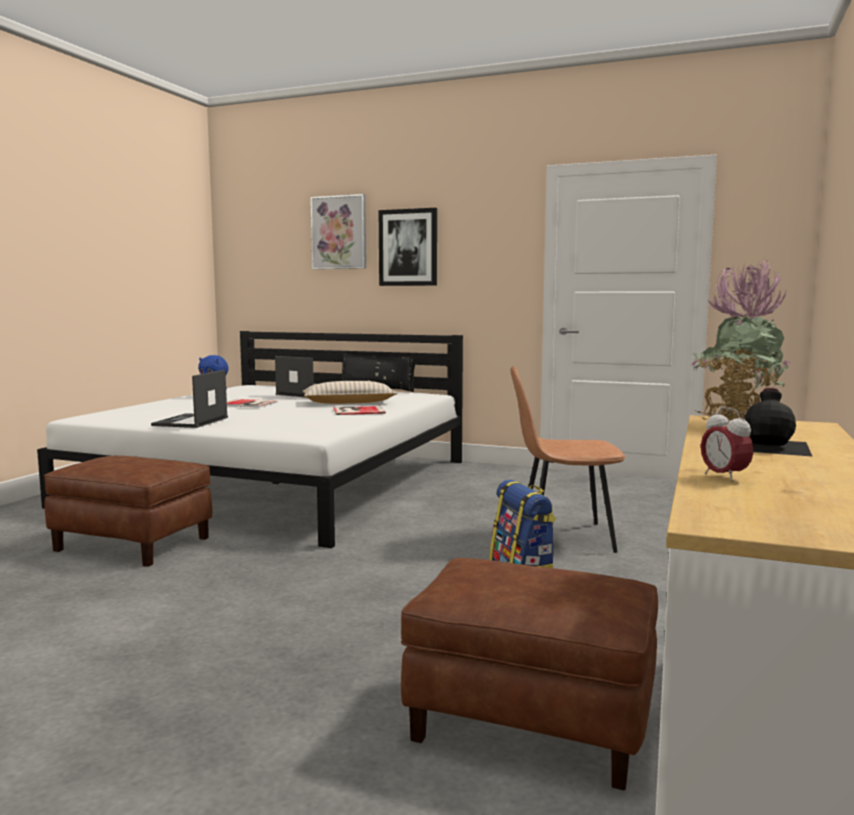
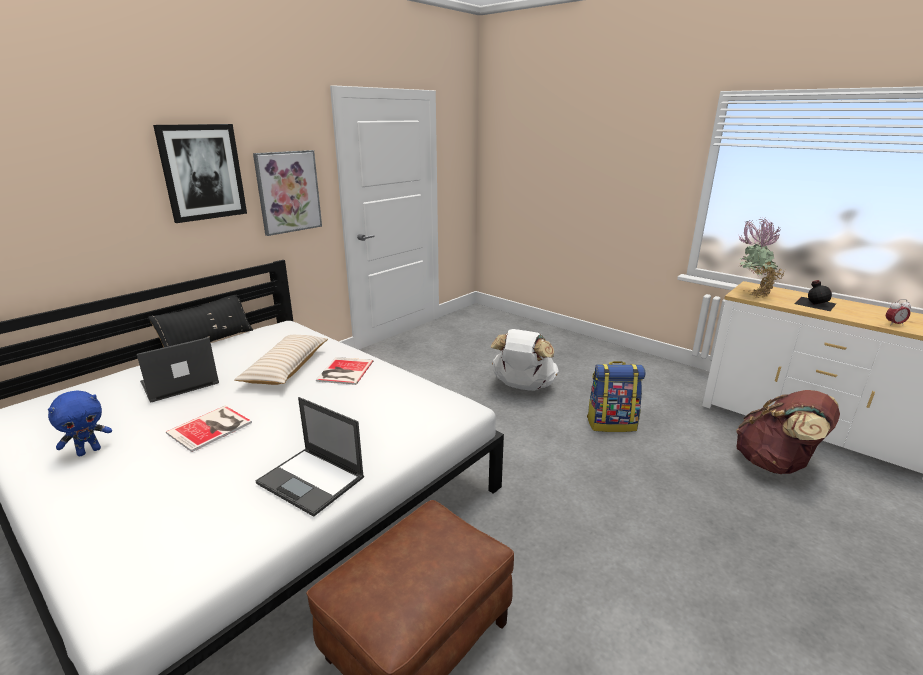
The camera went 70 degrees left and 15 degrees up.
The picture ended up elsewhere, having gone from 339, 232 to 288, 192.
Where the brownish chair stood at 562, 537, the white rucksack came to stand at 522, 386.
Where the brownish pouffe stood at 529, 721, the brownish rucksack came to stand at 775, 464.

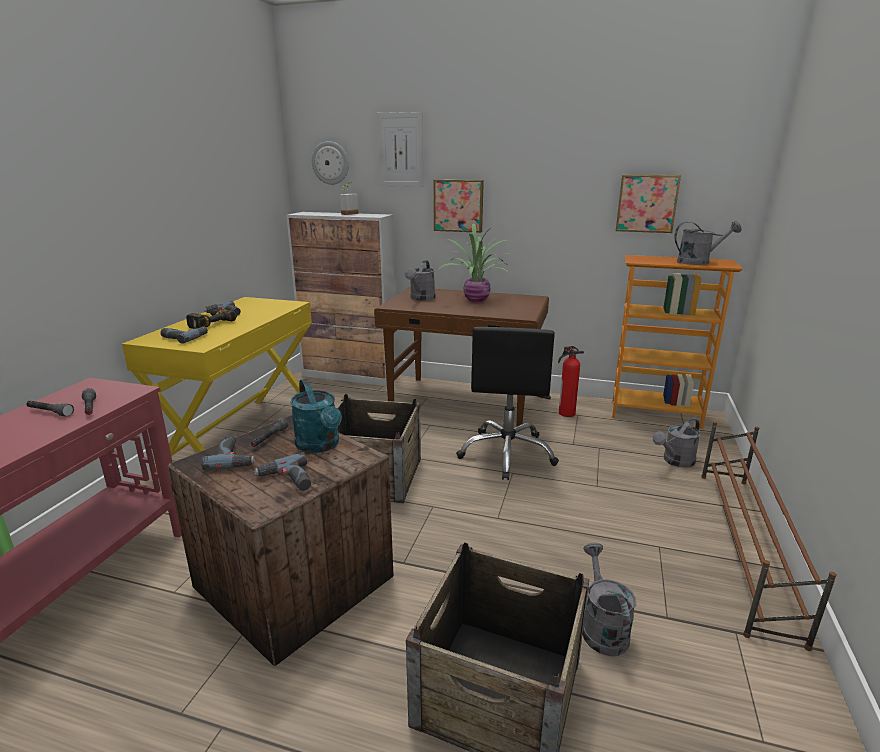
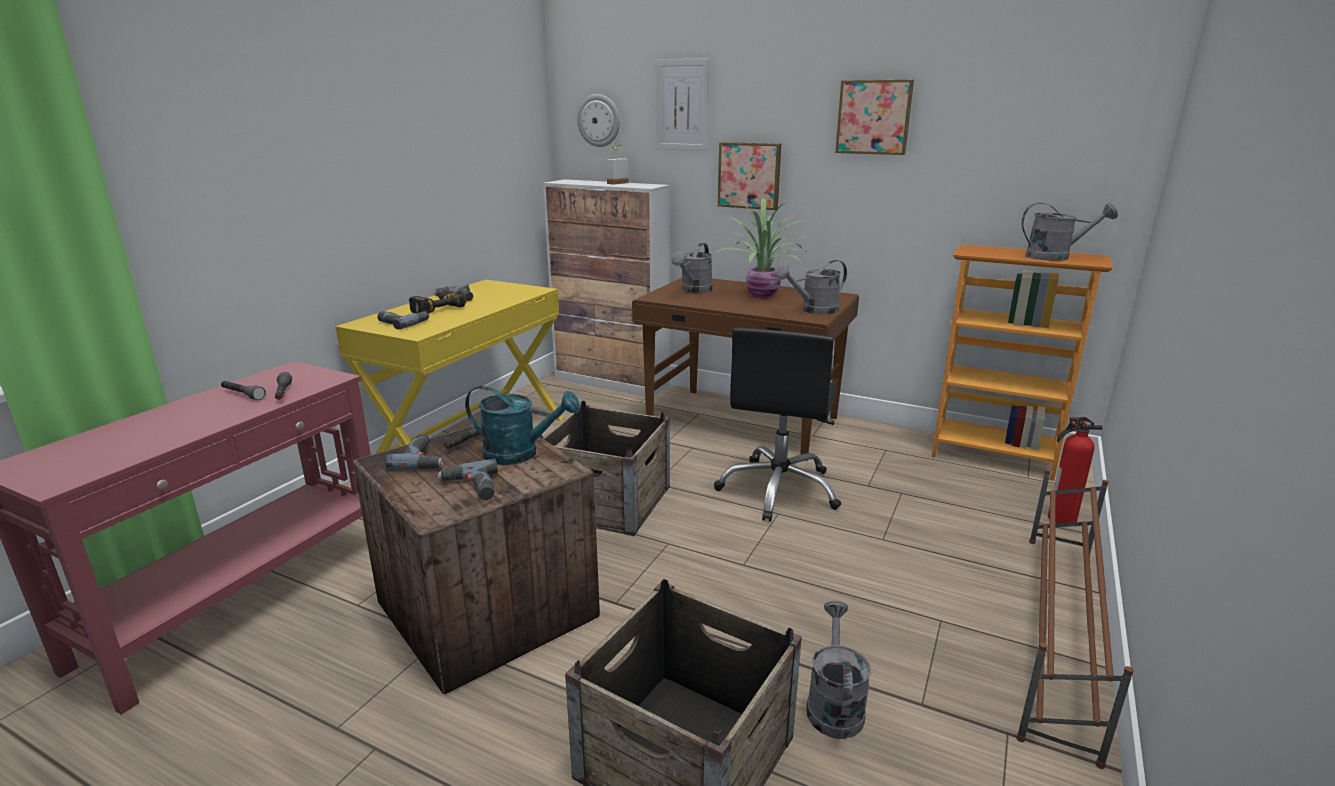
The camera went 10 degrees right and 0 degrees up.
The picture ended up elsewhere, having gone from 646, 203 to 874, 117.
The fire-fighting cylinder ended up elsewhere, having gone from 565, 413 to 1059, 519.
The turquoise sprinkling can at 320, 445 ended up facing another way, 60 degrees counterclockwise from before.
The grey sprinkling can ended up elsewhere, having gone from 675, 461 to 814, 310.

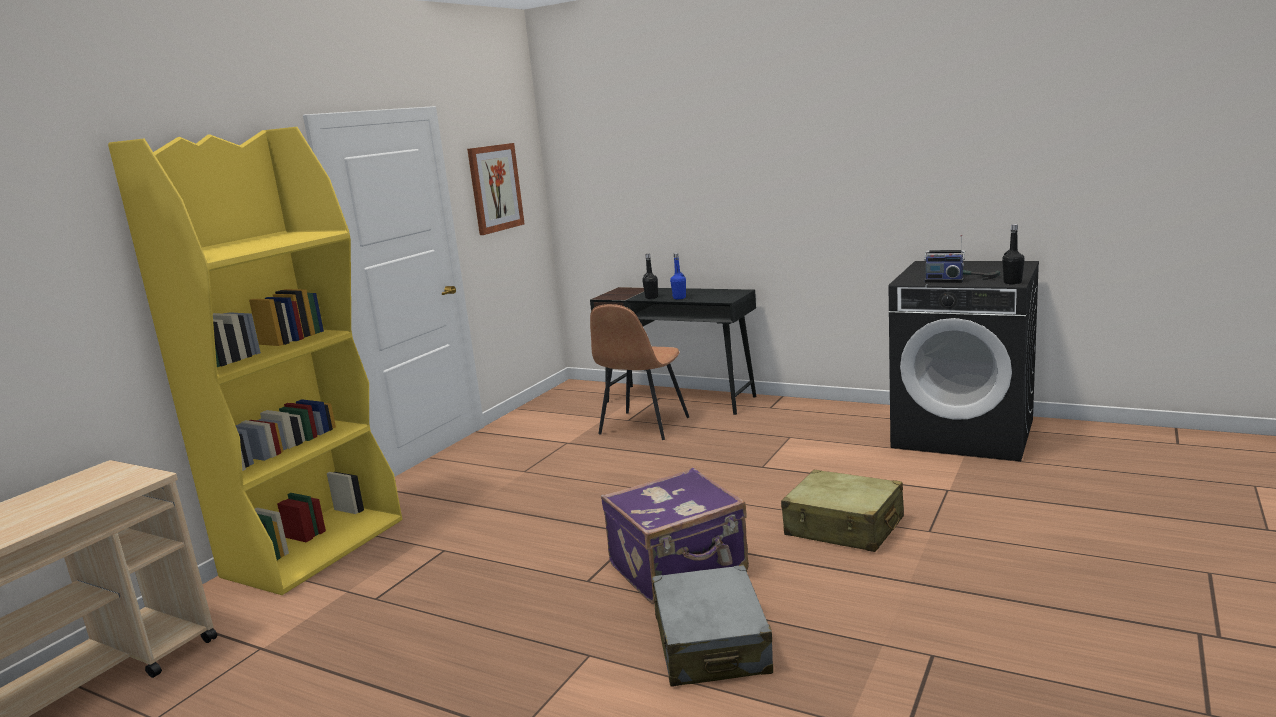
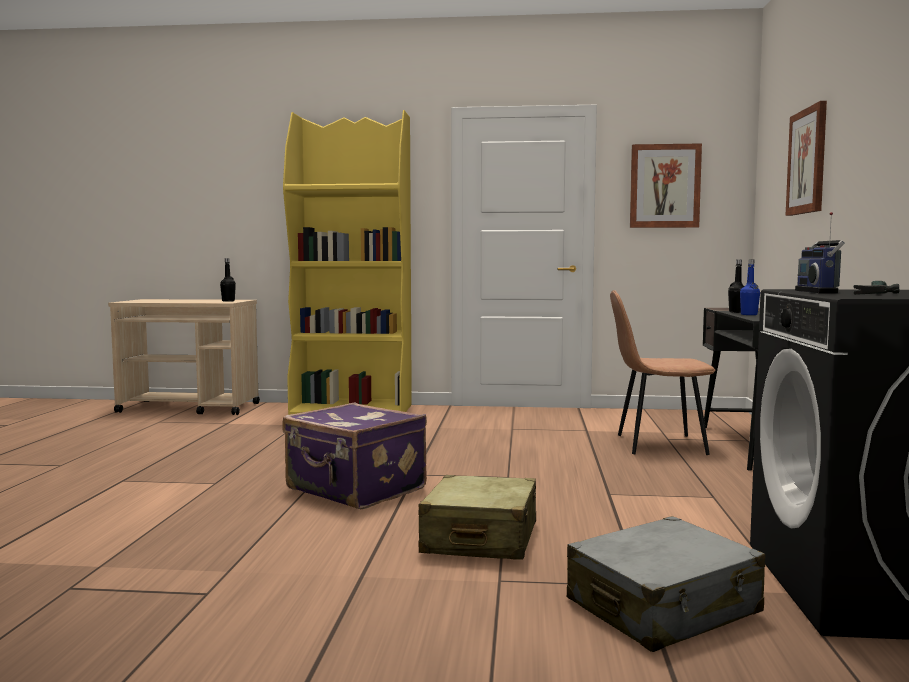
The camera went 65 degrees right and 10 degrees down.
The black-coloured beverage bottle ended up elsewhere, having gone from 1012, 282 to 228, 301.
The grey piece of luggage ended up elsewhere, having gone from 711, 644 to 663, 607.
The second view gained the picture at 807, 161.

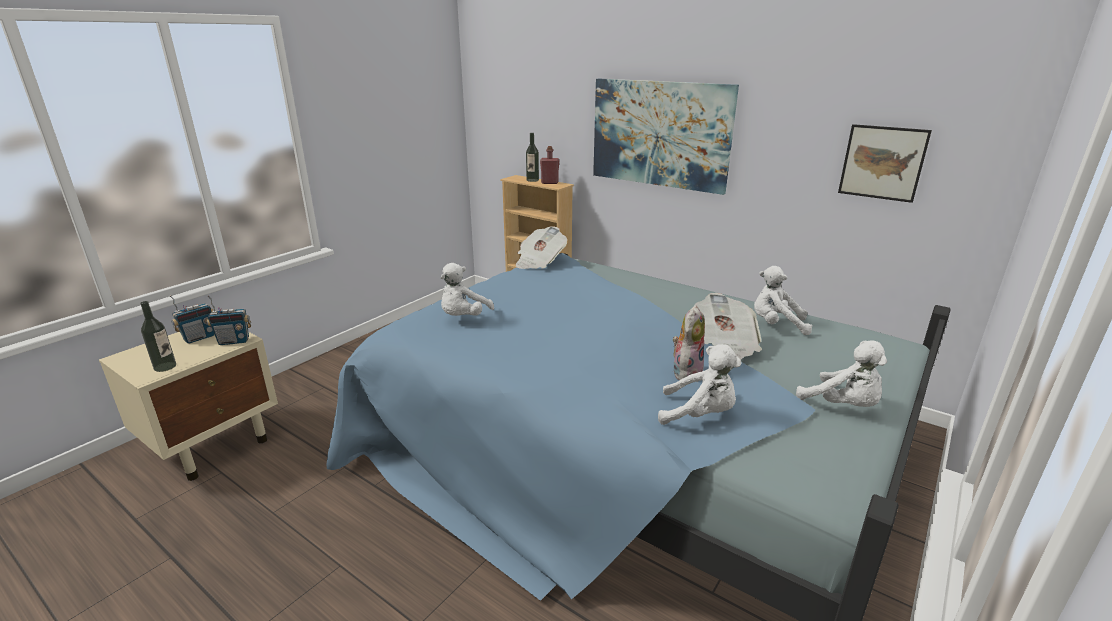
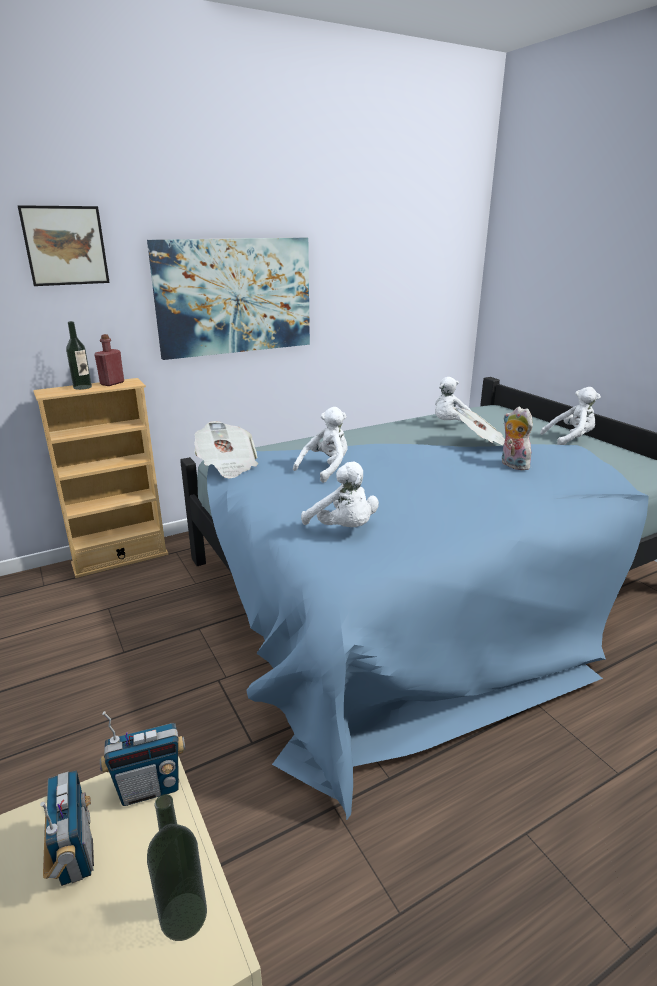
The camera went 65 degrees left and 0 degrees up.
The picture ended up elsewhere, having gone from 882, 162 to 65, 246.
The radio receiver at 234, 341 ended up facing another way, 60 degrees clockwise from before.
The white soft toy ended up elsewhere, having gone from 699, 414 to 326, 469.

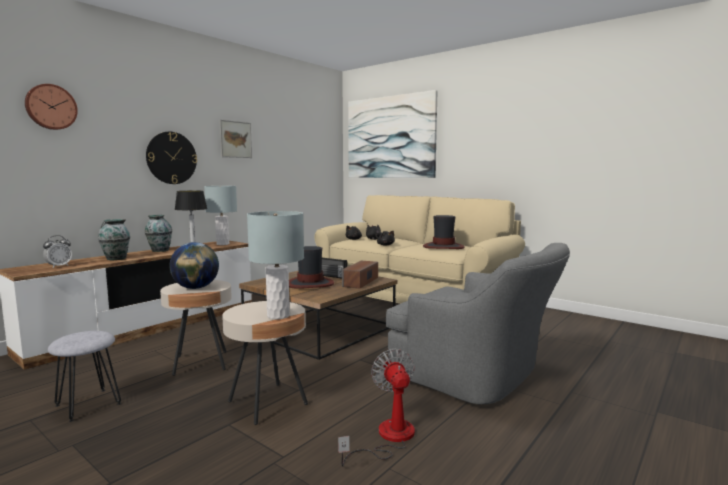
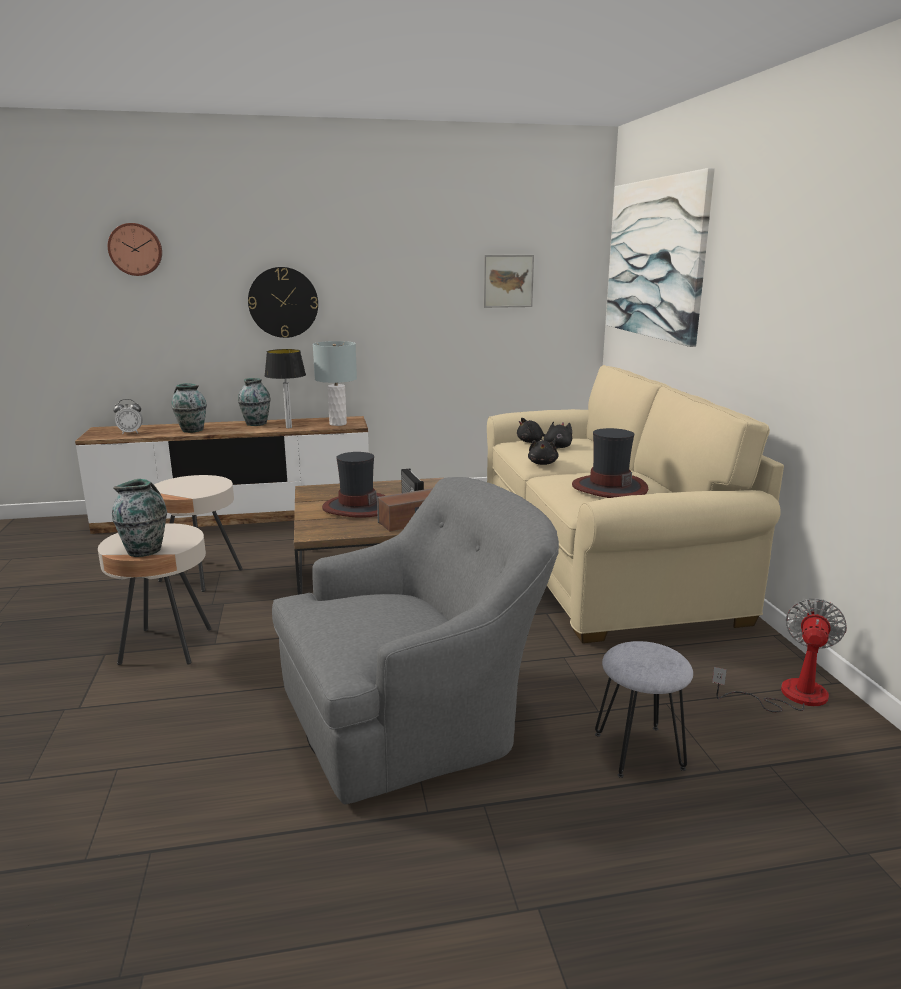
The camera went 40 degrees right and 10 degrees up.
The picture ended up elsewhere, having gone from 235, 139 to 508, 281.
Where the grey table lamp stood at 278, 316, the flower vase came to stand at 145, 551.
The second view lost the globe at 195, 288.
The grey easy chair at 476, 375 ended up facing another way, 105 degrees counterclockwise from before.
The grey stool ended up elsewhere, having gone from 88, 404 to 638, 750.
The electric fan ended up elsewhere, having gone from 388, 438 to 788, 695.

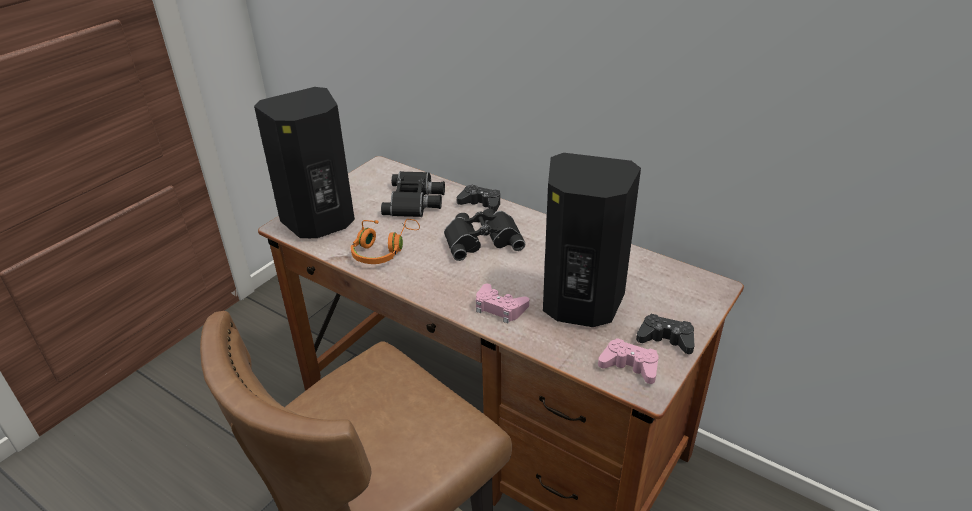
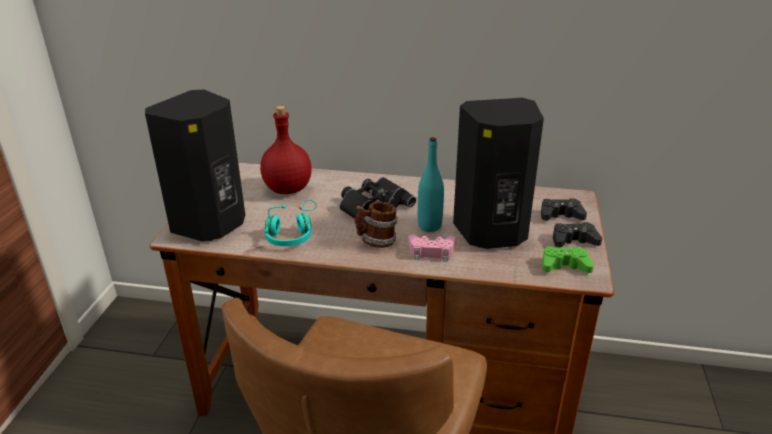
The camera went 25 degrees left and 5 degrees down.
Where the black-coloured field glasses stood at 415, 200, the red-coloured beverage bottle came to stand at 289, 189.
The black-coloured gamepad ended up elsewhere, having gone from 480, 203 to 560, 215.
What was the orangey pair of headphones at 383, 250 turned into the turquoise pair of headphones at 292, 233.
What was the pink gamepad at 629, 366 turned into the green-coloured gamepad at 564, 266.
The second view gained the turquoise beverage bottle at 429, 226.
The second view gained the coffee mug at 376, 242.

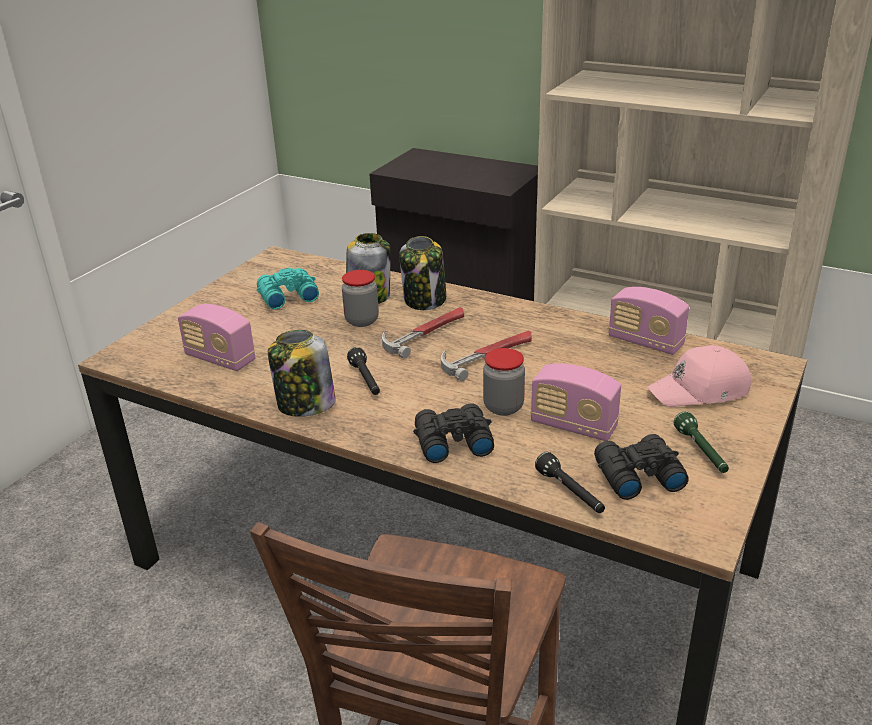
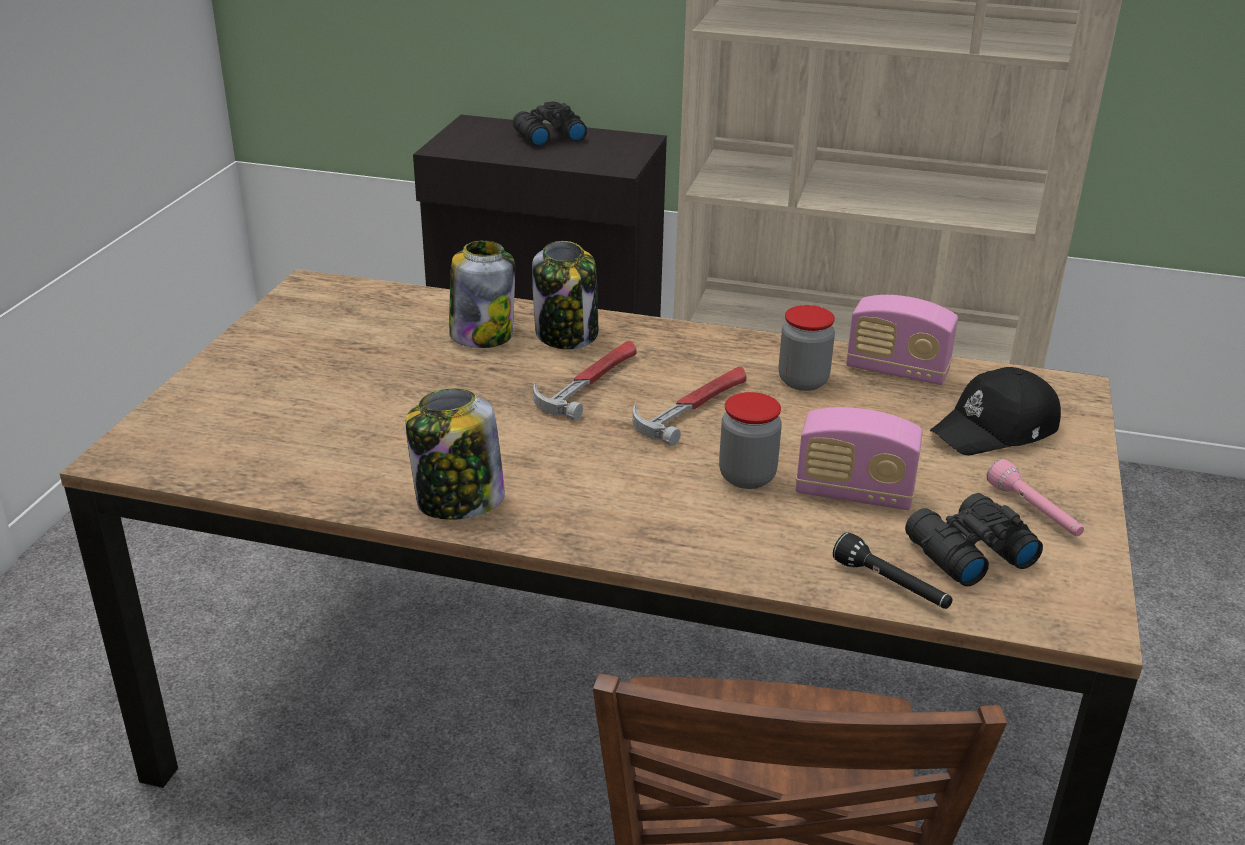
The camera went 15 degrees left and 0 degrees up.
The second view lost the turquoise field glasses at 287, 296.
The preserve jar ended up elsewhere, having gone from 362, 320 to 803, 381.
The second view lost the radio receiver at 220, 359.
What was the pink cap at 700, 391 turned into the black-coloured cap at 996, 430.
The second view lost the black-coloured hand torch at 366, 380.
The black-coloured field glasses ended up elsewhere, having gone from 451, 442 to 547, 137.
What was the green-coloured hand torch at 701, 452 turned into the pink hand torch at 1034, 512.

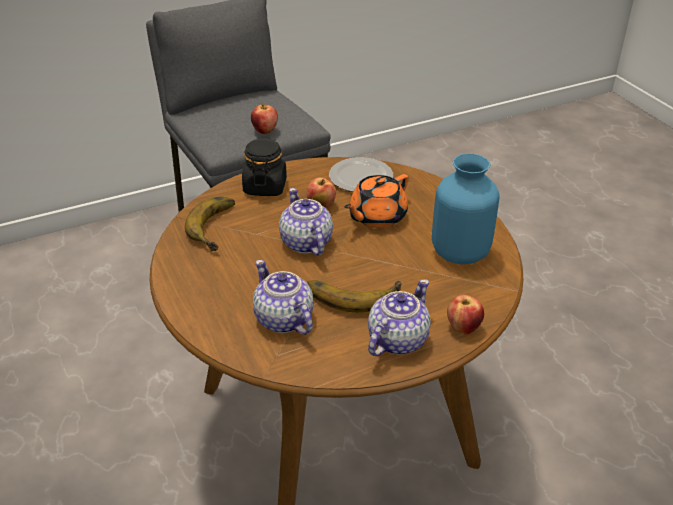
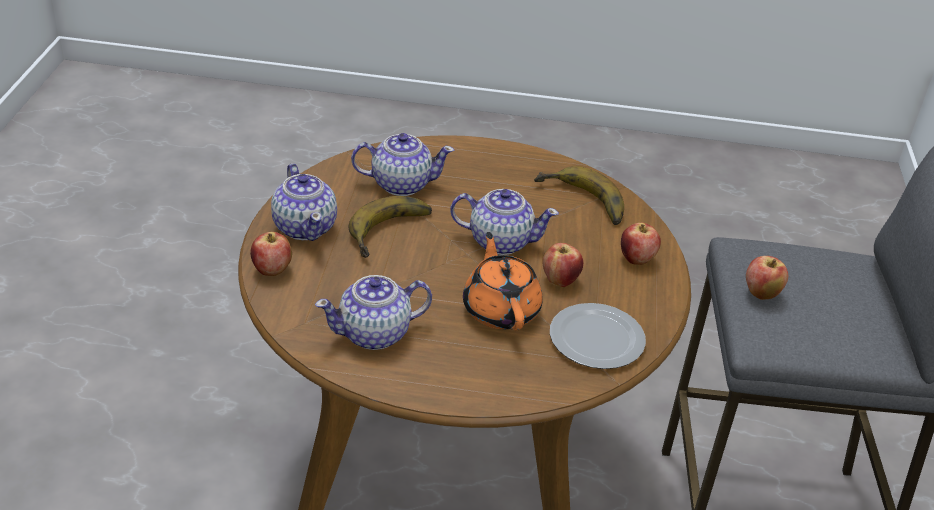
The camera went 120 degrees right and 0 degrees up.
Where the black-coloured preserve jar stood at 265, 187, the whole apple came to stand at 636, 259.
Where the blue flower vase stood at 460, 252, the tea pot came to stand at 375, 334.

